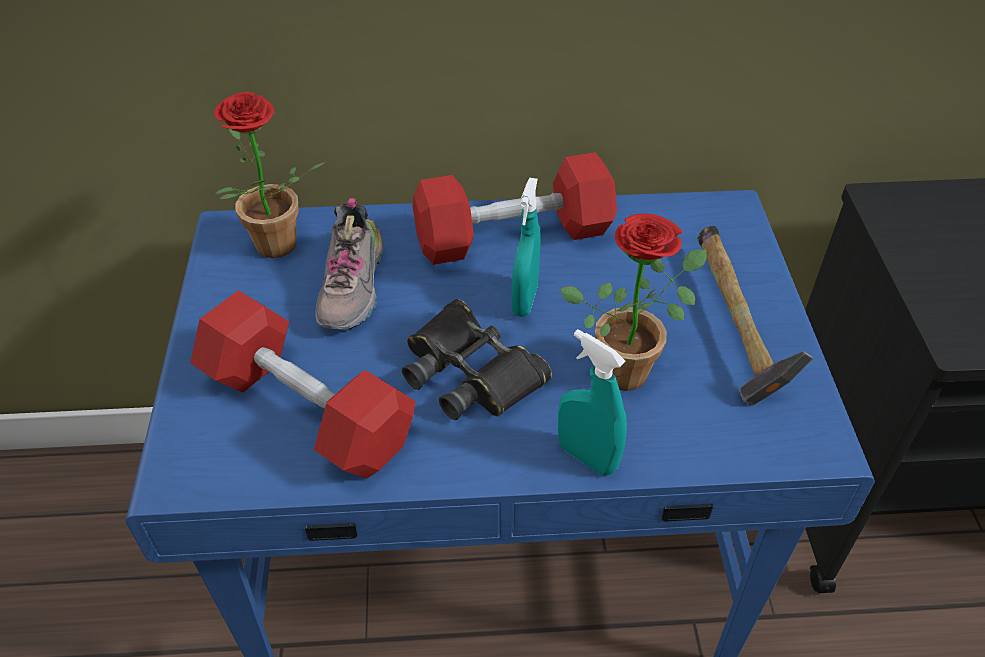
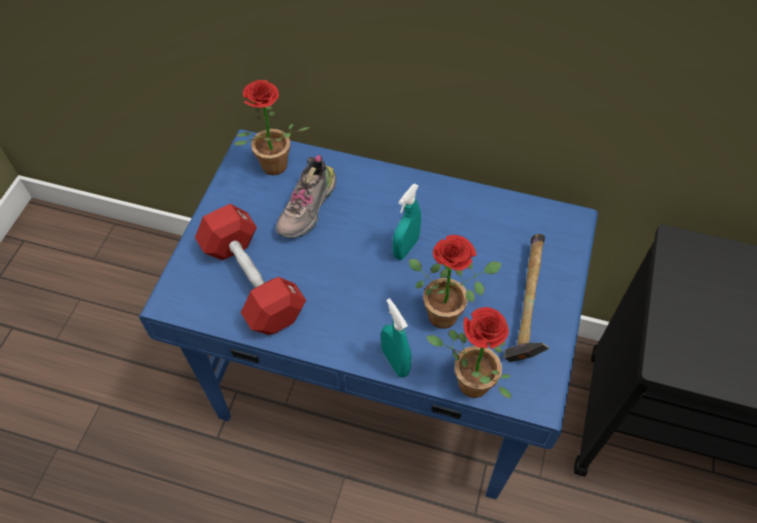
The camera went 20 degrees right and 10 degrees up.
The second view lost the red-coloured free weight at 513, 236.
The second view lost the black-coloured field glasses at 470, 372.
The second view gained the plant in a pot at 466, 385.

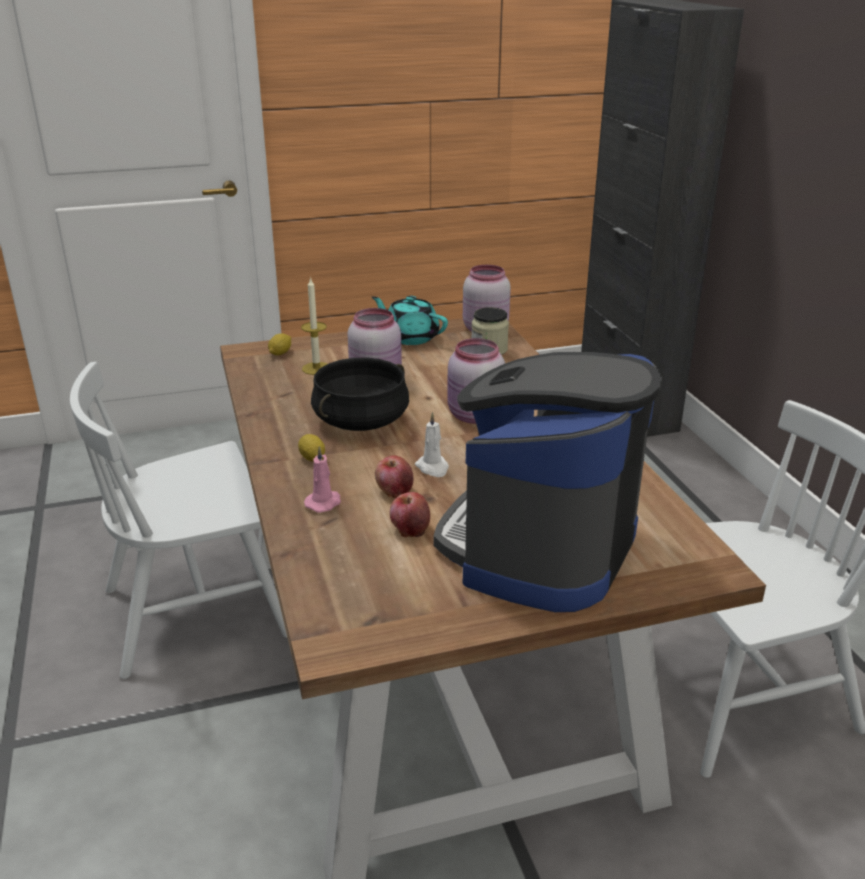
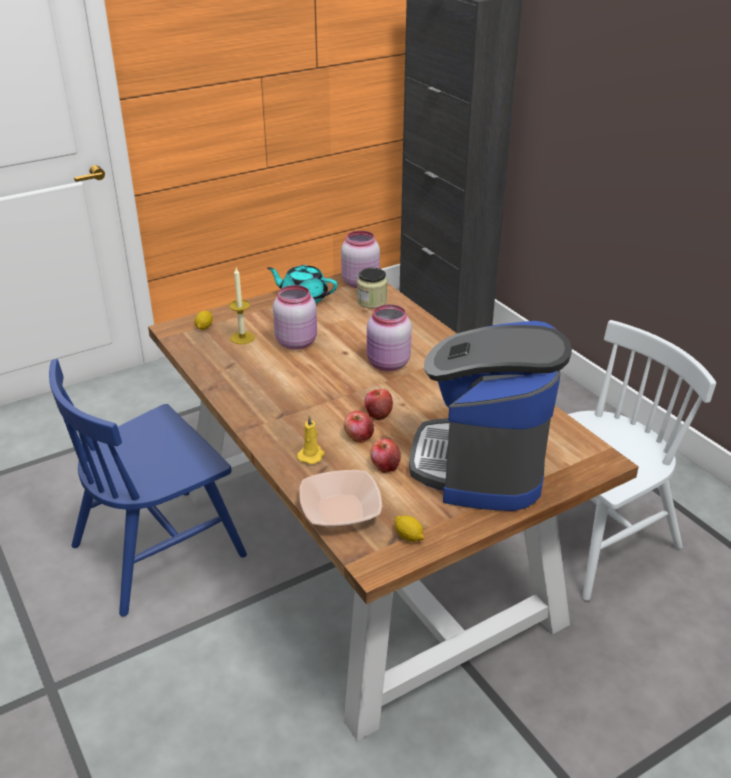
The camera went 15 degrees left and 5 degrees up.
The second view lost the black-coloured saucepot at 361, 421.
What was the white chair at 197, 611 turned into the blue chair at 159, 549.
Where the white candle stood at 433, 468, the whole apple came to stand at 378, 413.
The lemon ended up elsewhere, having gone from 312, 458 to 408, 536.
What was the pink candle at 324, 503 turned into the yellow candle at 311, 455.
The second view gained the deep dish at 340, 510.

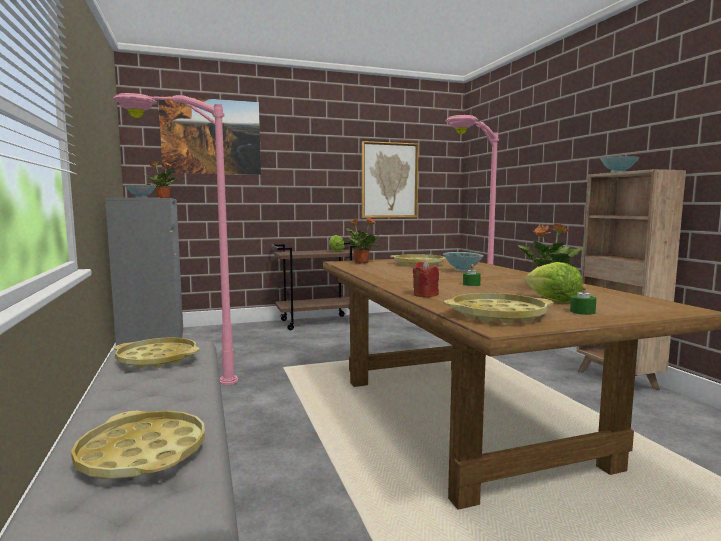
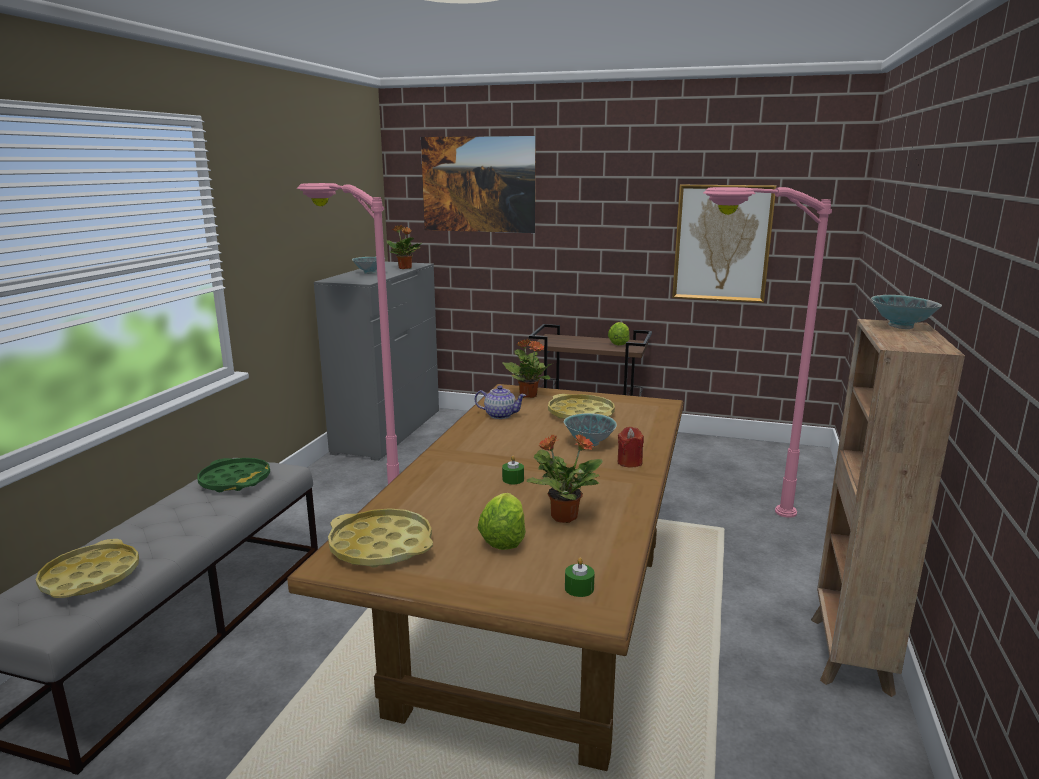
The camera went 35 degrees right and 10 degrees up.
The red-coloured candle ended up elsewhere, having gone from 425, 295 to 629, 462.
The green-coloured candle ended up elsewhere, having gone from 582, 312 to 579, 588.
What was the yellow carrying tray at 157, 358 turned into the green-coloured carrying tray at 235, 480.
The second view gained the tea pot at 500, 415.

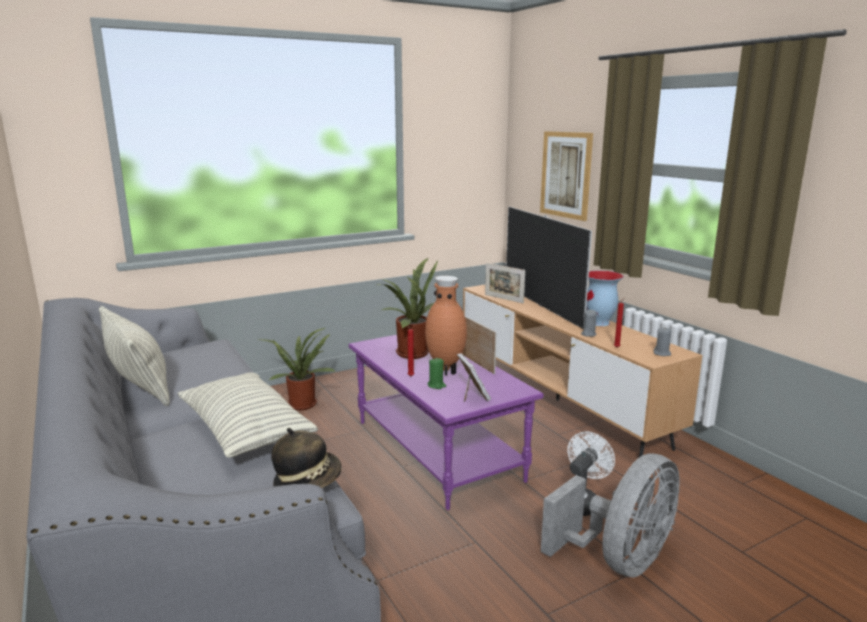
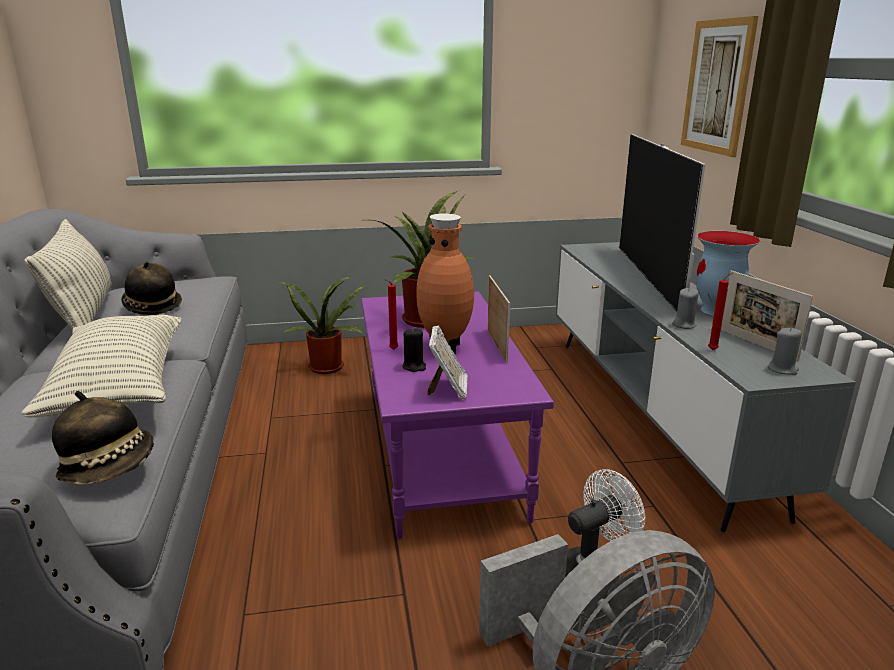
The camera went 20 degrees right and 5 degrees up.
The picture frame ended up elsewhere, having gone from 504, 299 to 757, 344.
What was the brownish tv stand at 557, 400 turned into the grey tv stand at 651, 414.
What was the green-coloured candle at 436, 385 turned into the black-coloured candle at 414, 367.
The second view gained the clothing hat at 152, 307.

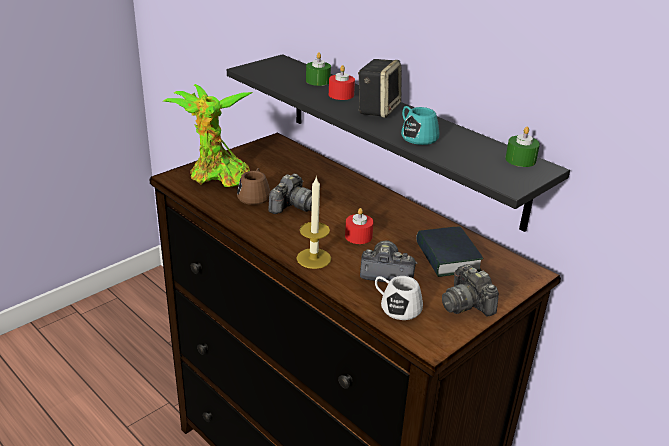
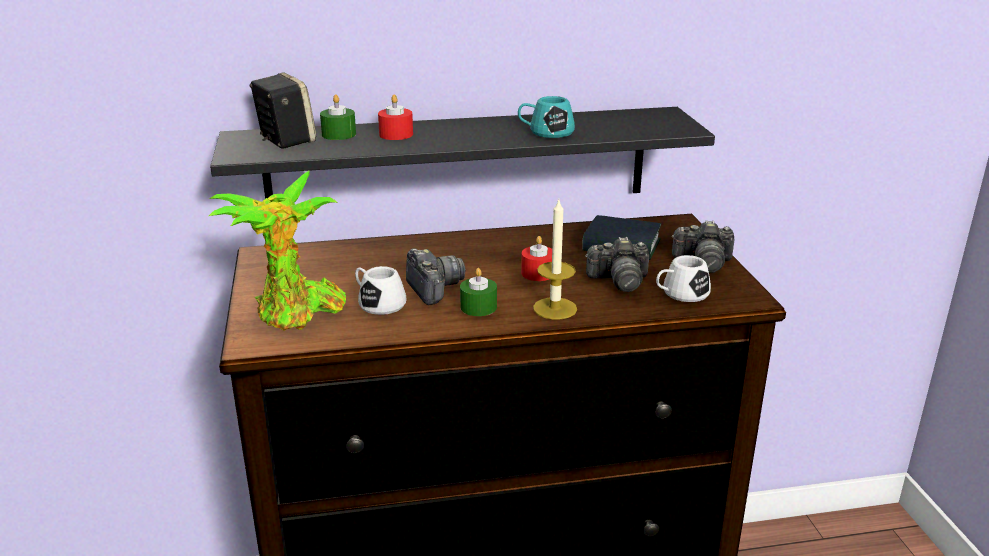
The camera went 55 degrees left and 5 degrees down.
The loudspeaker ended up elsewhere, having gone from 378, 109 to 285, 140.
The green-coloured candle ended up elsewhere, having gone from 520, 160 to 478, 307.
What was the brownish coffee mug at 254, 195 turned into the white coffee mug at 378, 303.
The still camera at 386, 273 ended up facing another way, 135 degrees counterclockwise from before.

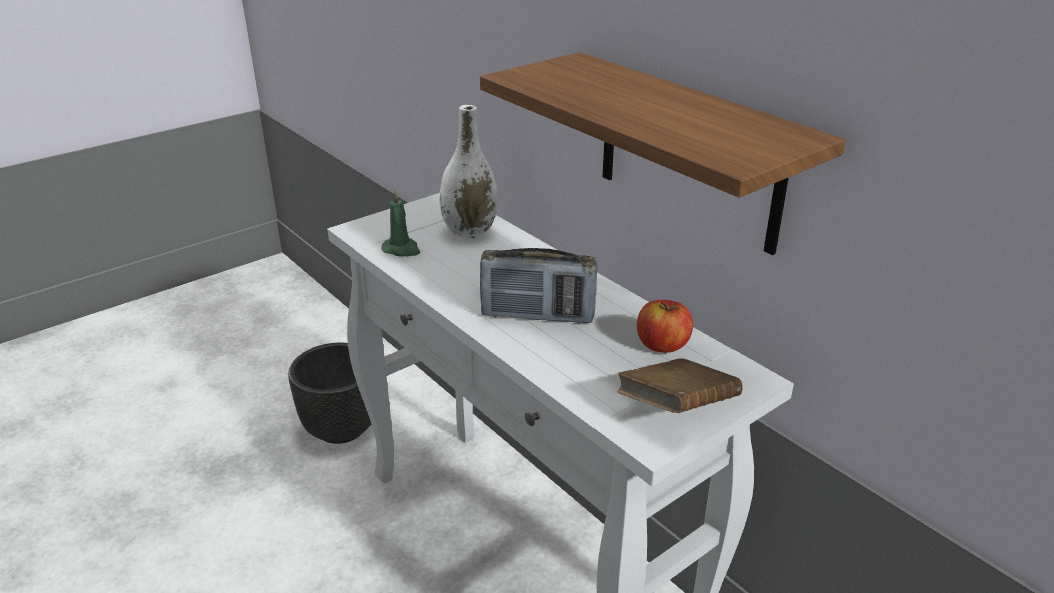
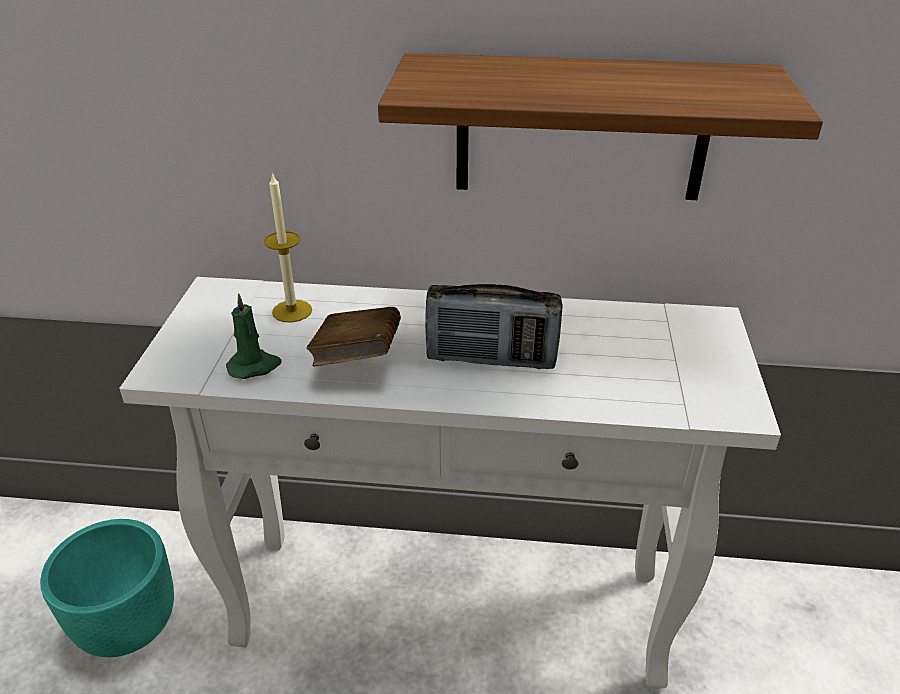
The camera went 45 degrees left and 5 degrees up.
Where the white flower vase stood at 469, 231, the candle came to stand at 292, 311.
The radio receiver at 538, 315 ended up facing another way, 45 degrees clockwise from before.
The second view lost the whole apple at 662, 345.
What was the black-coloured flower pot at 341, 427 turned into the turquoise flower pot at 128, 626.
The brownish bound book ended up elsewhere, having gone from 677, 409 to 358, 358.

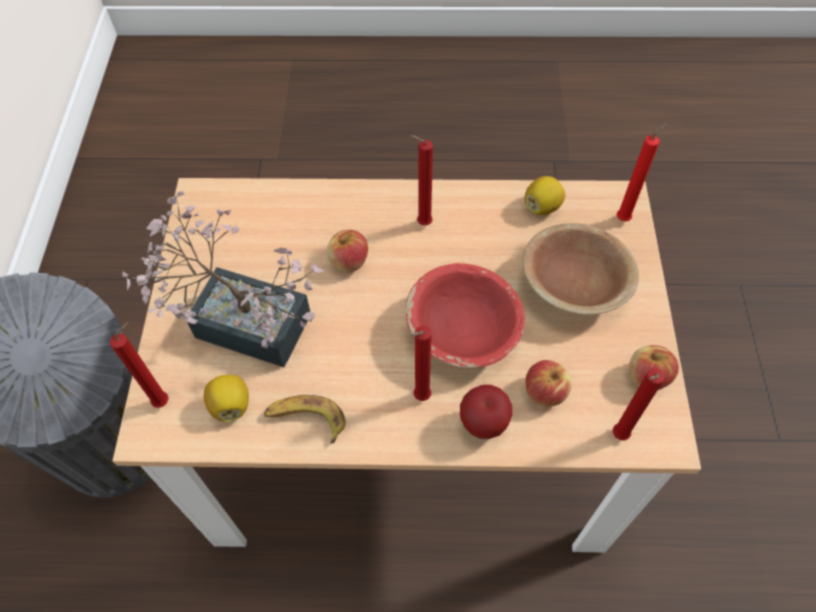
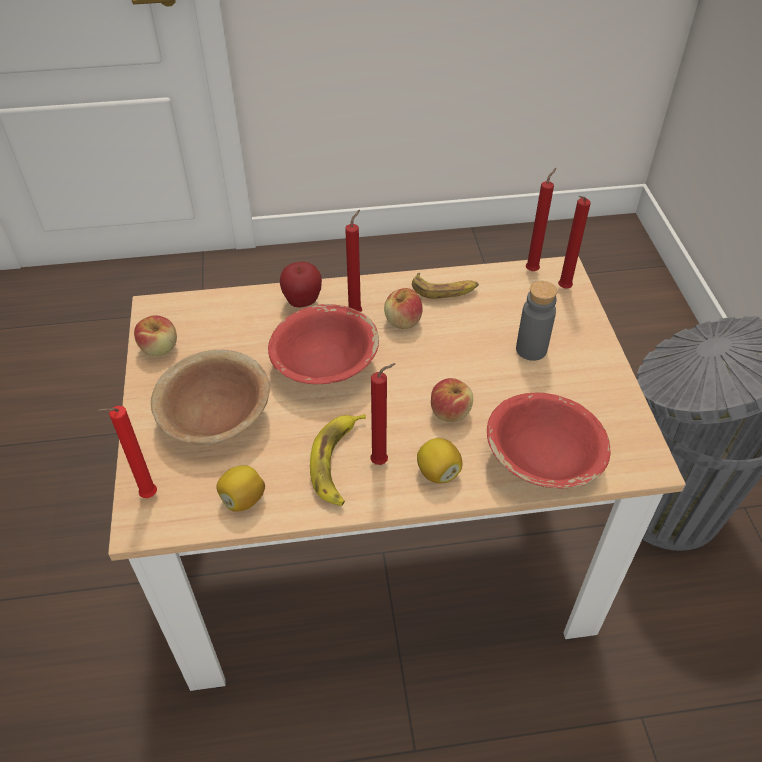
The camera went 170 degrees right and 10 degrees down.
Where the plant in a pot stood at 241, 320, the grey beverage bottle came to stand at 531, 349.
The whole apple ended up elsewhere, having gone from 544, 391 to 403, 321.
The red-coloured candle ended up elsewhere, having gone from 617, 436 to 533, 270.
The lemon ended up elsewhere, having gone from 231, 405 to 438, 472.
The second view gained the red-coloured deep dish at 543, 459.
The second view gained the whole banana at 338, 462.

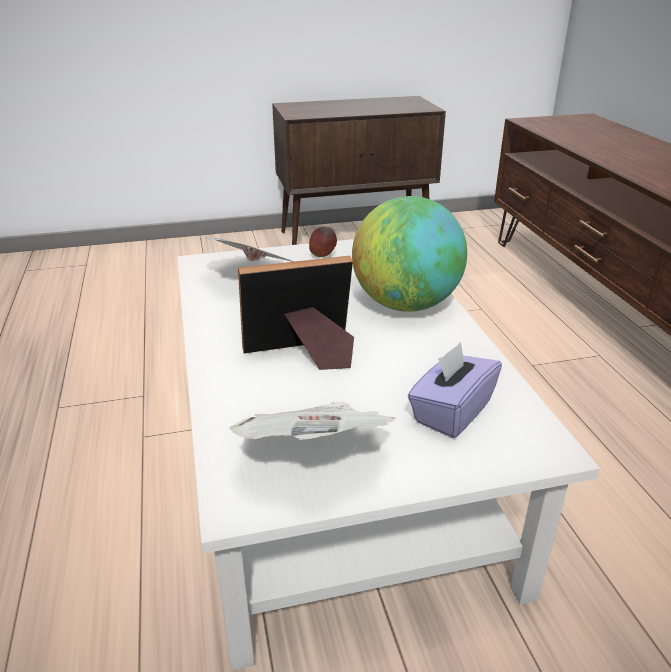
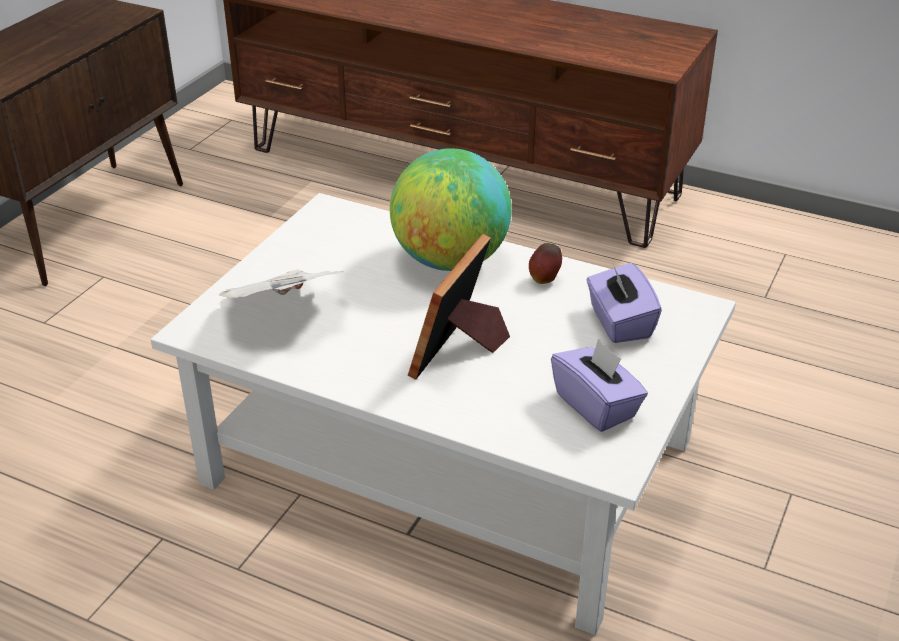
The camera went 50 degrees left and 5 degrees up.
The whole apple ended up elsewhere, having gone from 323, 256 to 544, 280.
Where the daily paper stood at 316, 453, the purplish tissue holder came to stand at 596, 406.

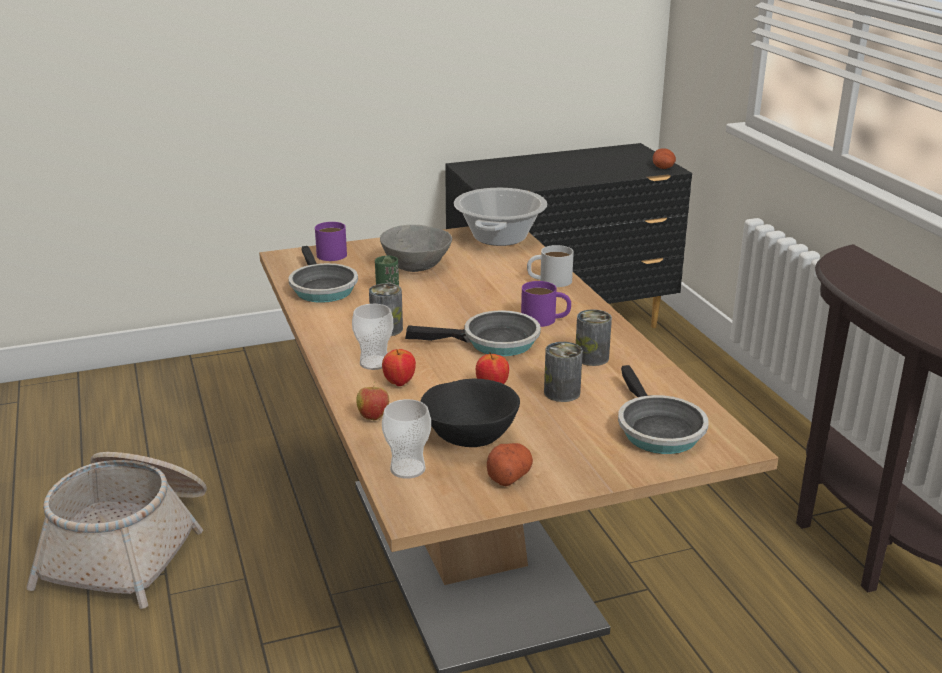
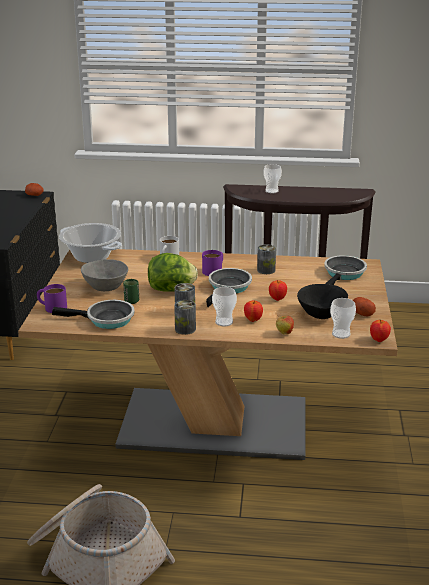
The camera went 65 degrees left and 0 degrees up.
The can ended up elsewhere, having gone from 562, 392 to 185, 329.
The skillet at 657, 430 ended up facing another way, 75 degrees counterclockwise from before.
The second view gained the cup at 271, 191.
The second view gained the head of lettuce at 172, 289.
The second view gained the whole apple at 379, 340.

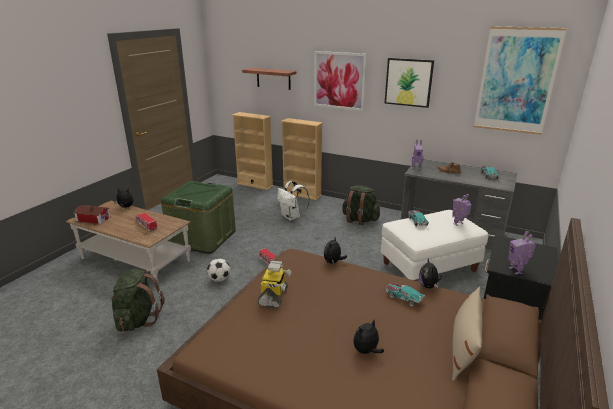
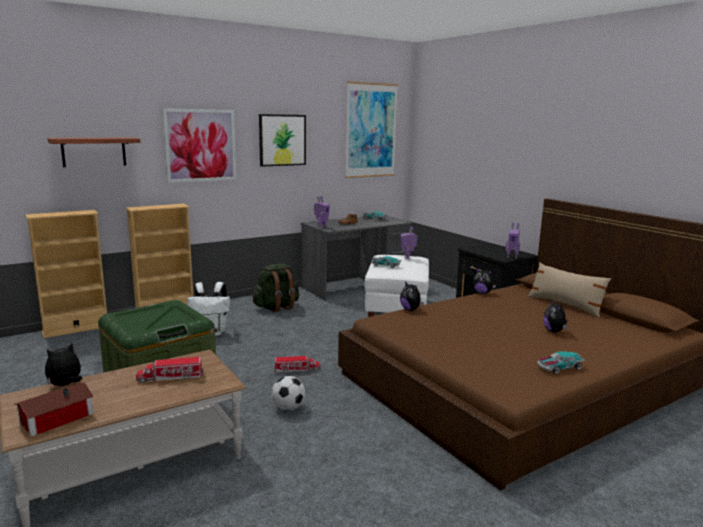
The camera went 60 degrees left and 10 degrees down.
The second view lost the robot figure at 274, 296.
The second view lost the green-coloured rucksack at 138, 319.
The toy car ended up elsewhere, having gone from 403, 297 to 559, 367.

